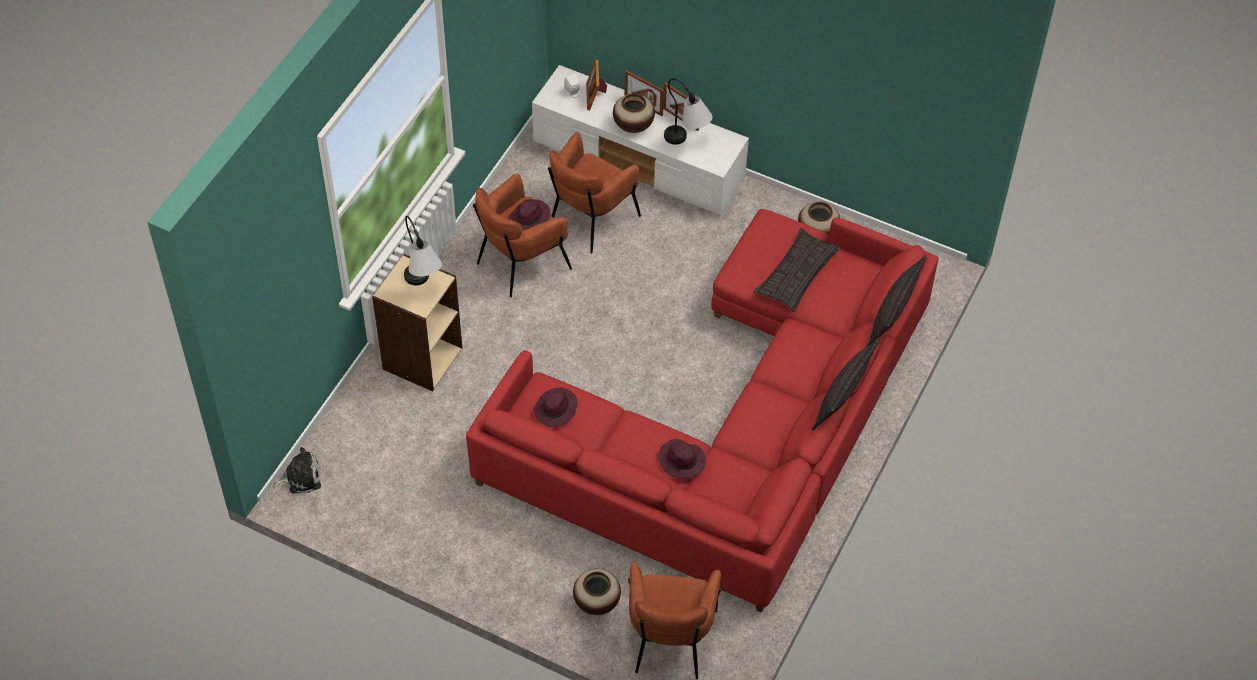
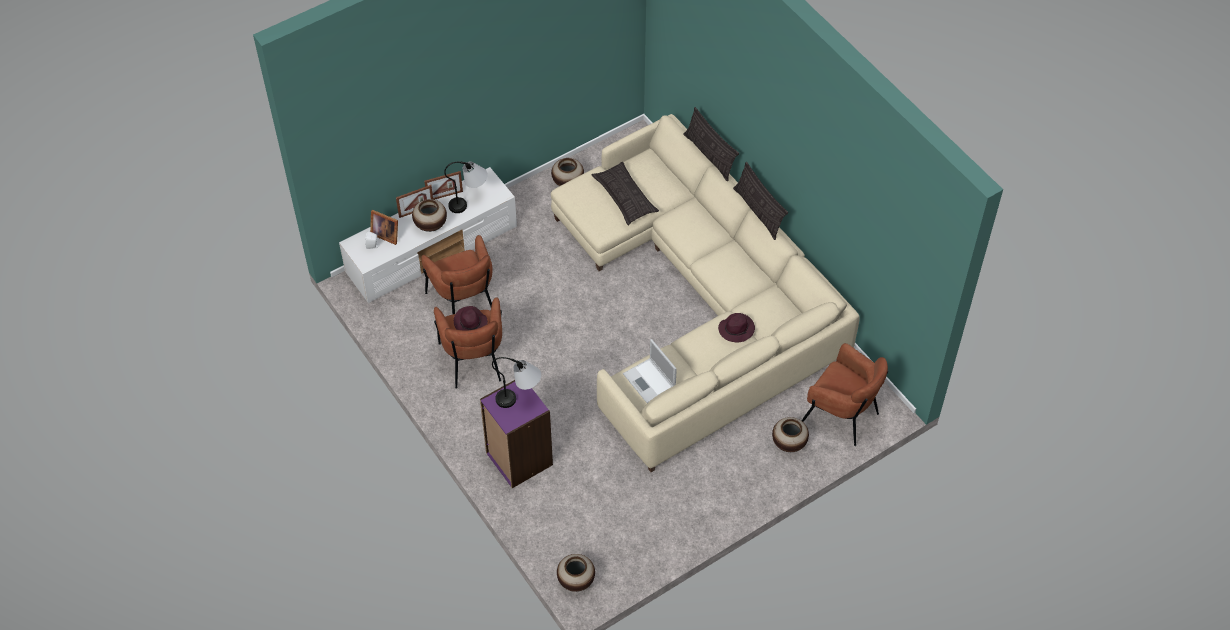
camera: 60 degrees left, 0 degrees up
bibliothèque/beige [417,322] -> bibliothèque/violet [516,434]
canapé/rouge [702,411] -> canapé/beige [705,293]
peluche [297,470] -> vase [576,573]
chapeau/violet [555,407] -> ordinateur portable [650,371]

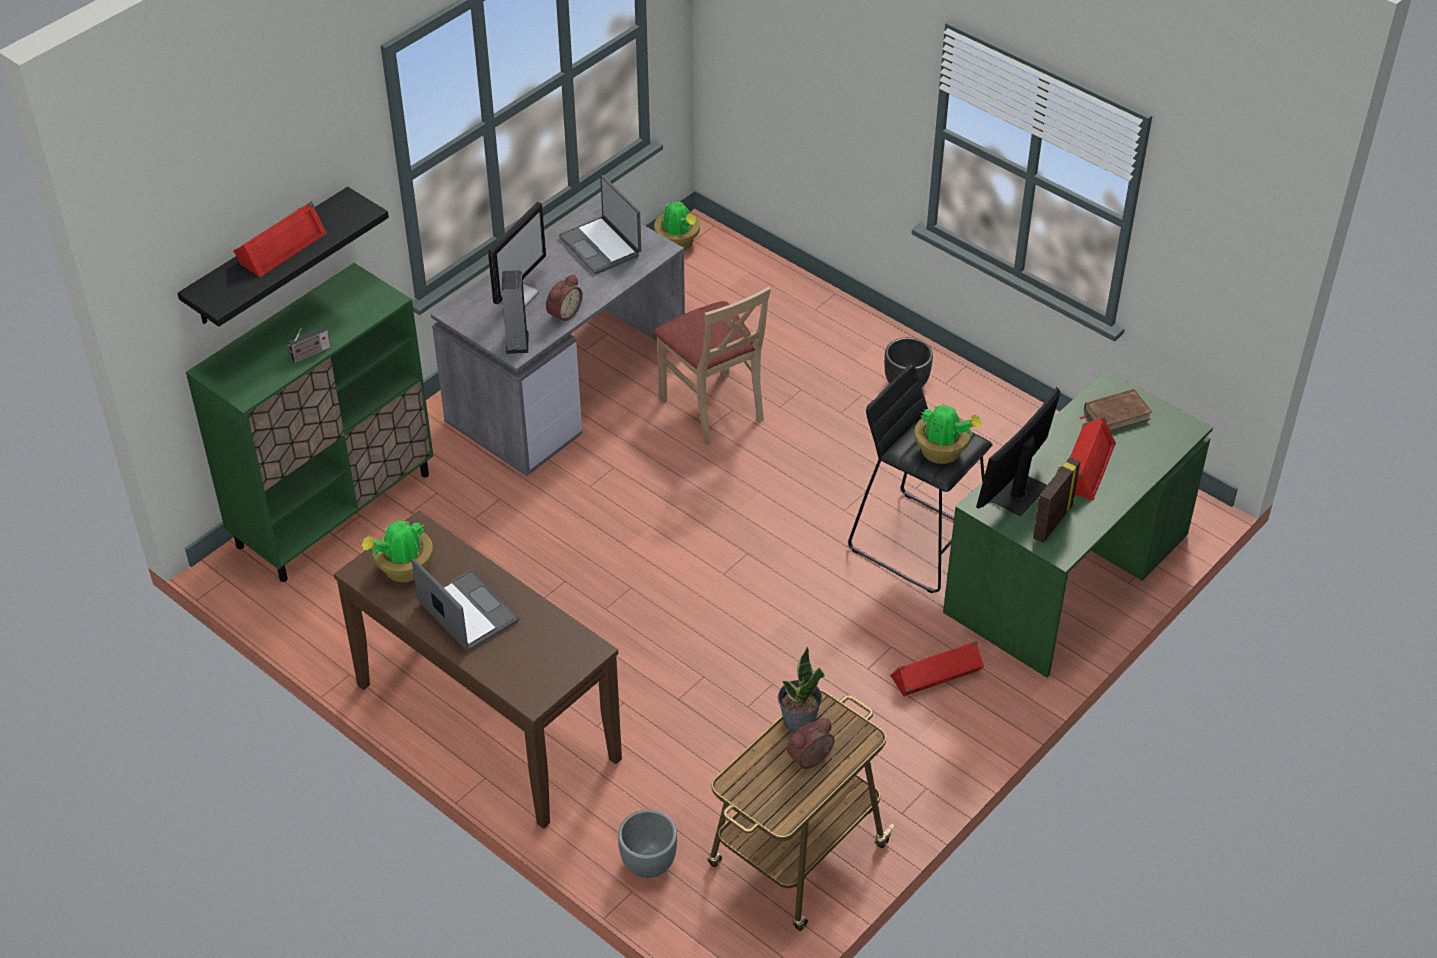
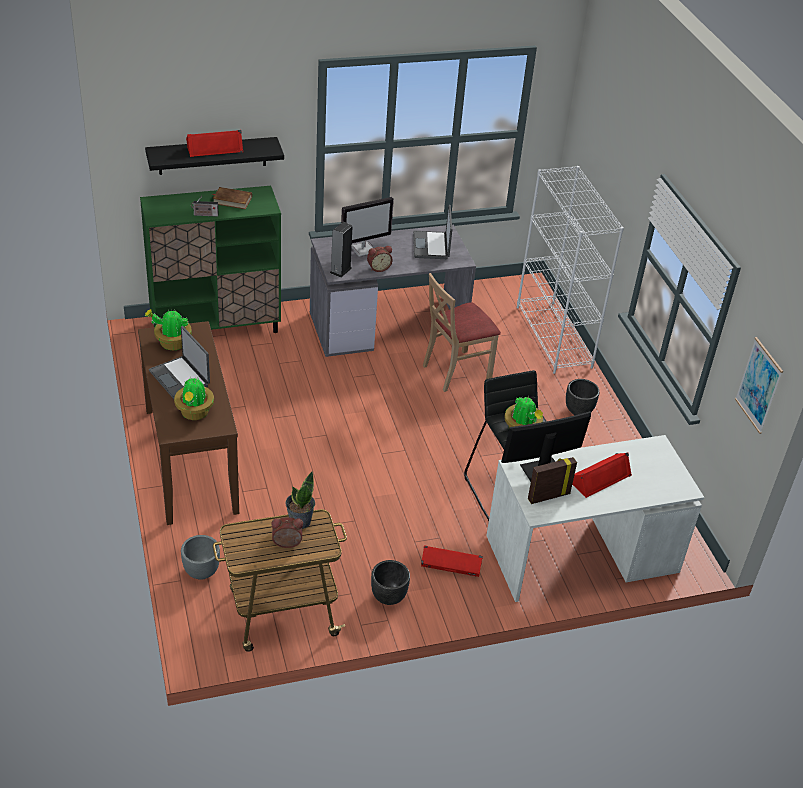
camera: 30 degrees right, 5 degrees down
ordinateur portable [465,604] -> ordinateur portable [179,362], 150 degrees clockwise
plante en pot [677,225] -> plante en pot [194,398], move
livre/marron [1115,410] -> livre/marron [232,198], move
none -> cache-pot/noir [390,582]
chaise/beige [712,366] -> chaise/beige [462,332], 60 degrees clockwise
bureau/vert [1078,524] -> bureau/blanc [595,518]
none -> bibliothèque/blanc [570,270]
none -> tableau [759,385]

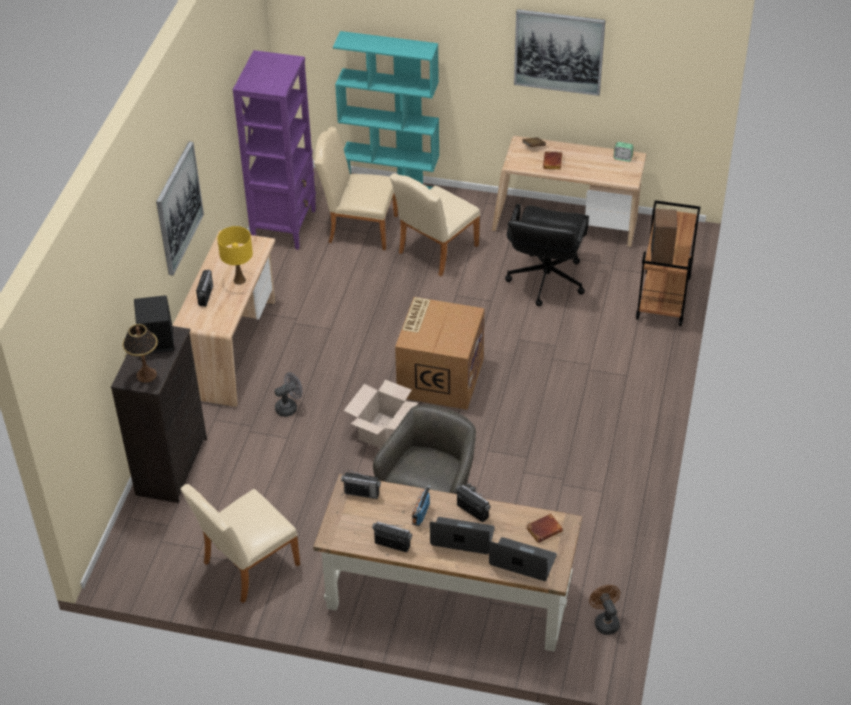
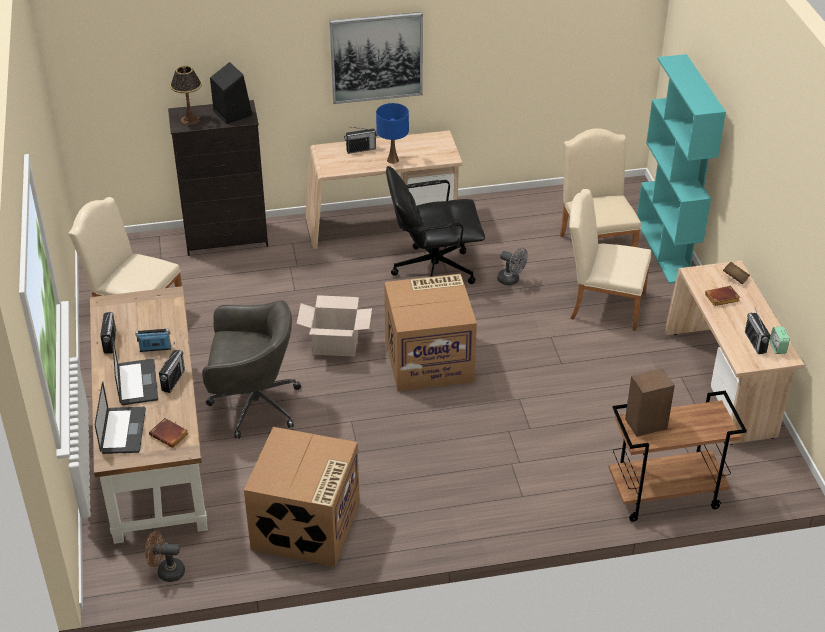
camera: 65 degrees right, 5 degrees down
ventilateur/marron [604,610] -> ventilateur/marron [165,556], 135 degrees counterclockwise
none -> carton [302,497]
lampe de table/jaune [235,255] -> lampe de table/bleu [392,133]
chaise de bureau/noir [547,255] -> chaise de bureau/noir [435,225], move
ventilateur/gris [288,394] -> ventilateur/gris [512,267], move
radio [361,484] -> radio [757,331], move
bibliothèque/violet [274,150] -> none
tableau [560,52] -> none

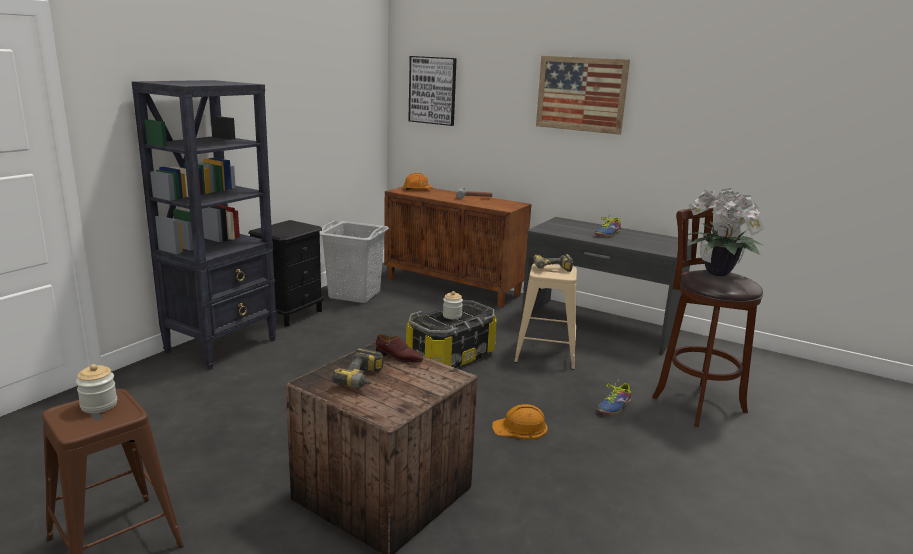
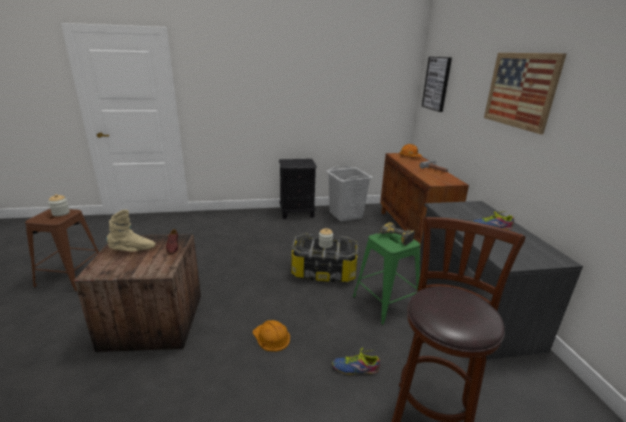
camera: 50 degrees right, 5 degrees up
perceuse [358,368] -> botte/beige [131,230]
tabouret/beige [545,316] -> tabouret/vert [386,279]
bibliothèque/noir [204,225] -> none
plante en pot [726,232] -> none

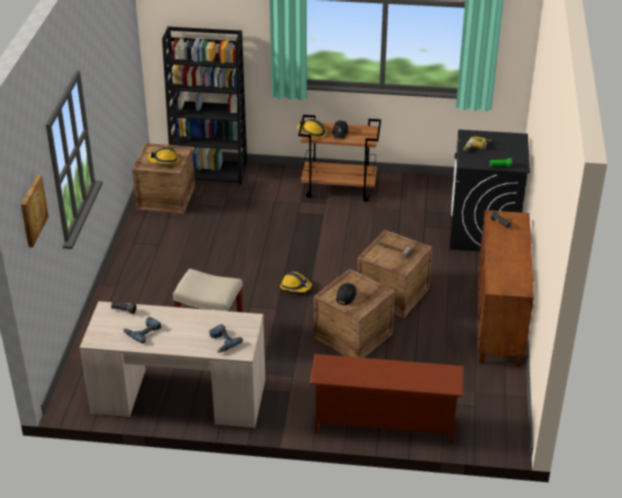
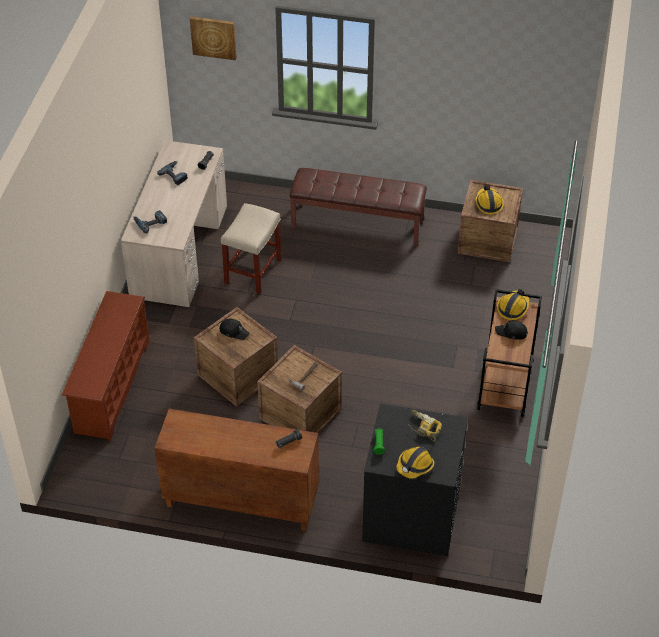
camera: 95 degrees right, 10 degrees up
none -> banc/marron [358,207]
casque de chantier [296,282] -> casque de chantier [416,462], move
bibliothèque/noir [204,105] -> none

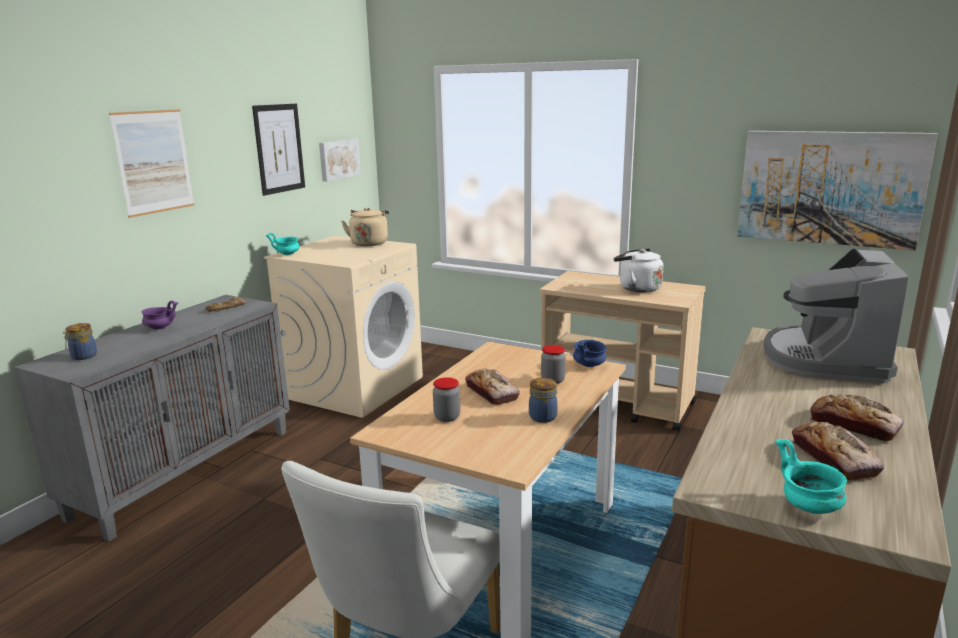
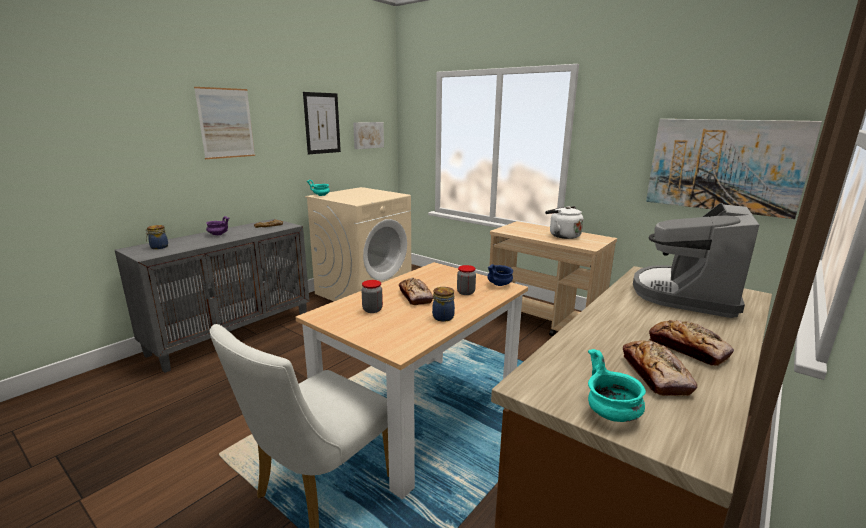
camera: 10 degrees right, 0 degrees up
bouilloire/beige [365,226] -> none

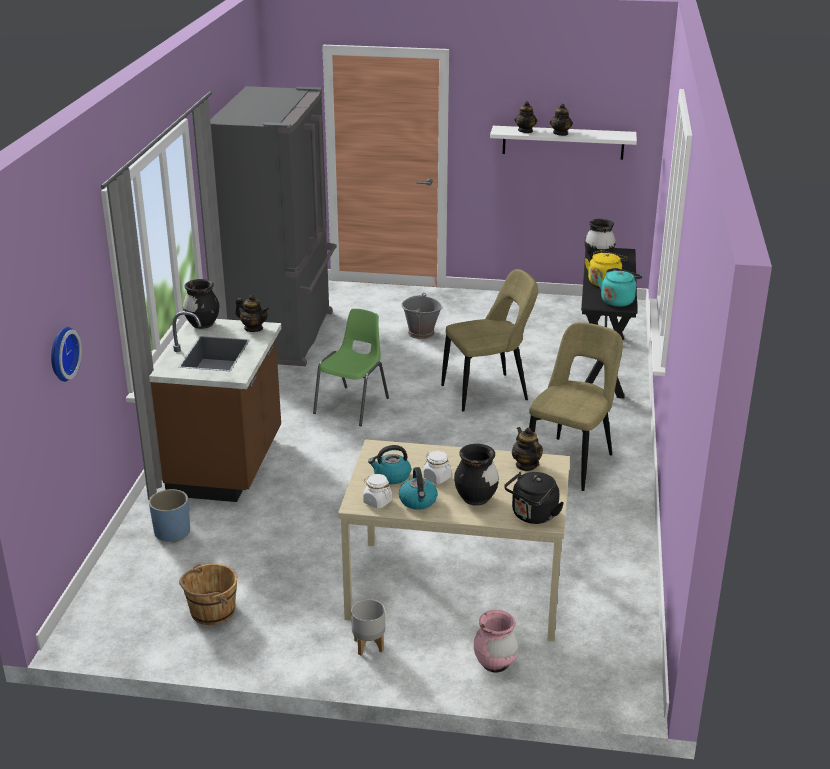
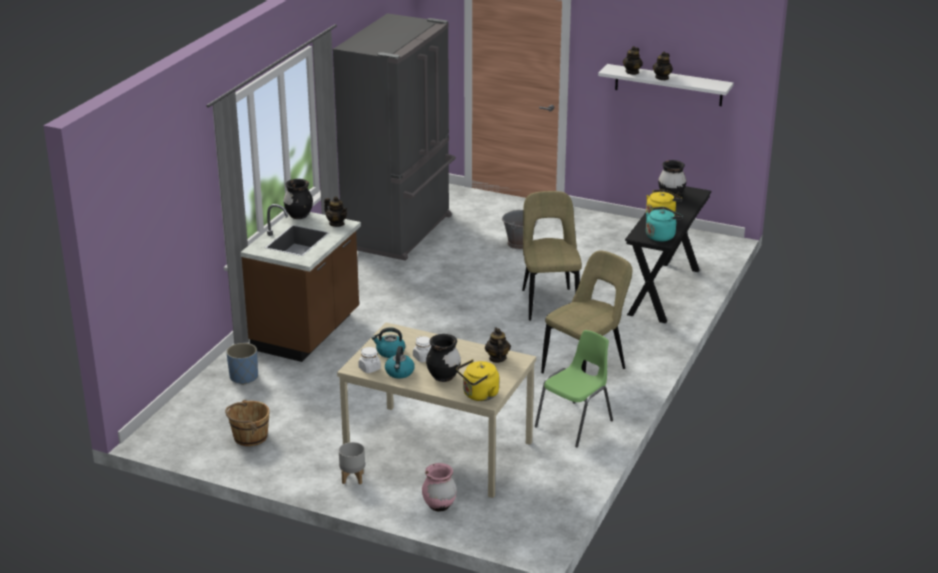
camera: 15 degrees right, 0 degrees up
bouilloire/noir [534,498] -> bouilloire/jaune [477,380]
chaise/beige [489,340] -> chaise/beige [552,256], 90 degrees counterclockwise
chaise/vert [351,367] -> chaise/vert [574,388], move
horloge murale [66,354] -> none

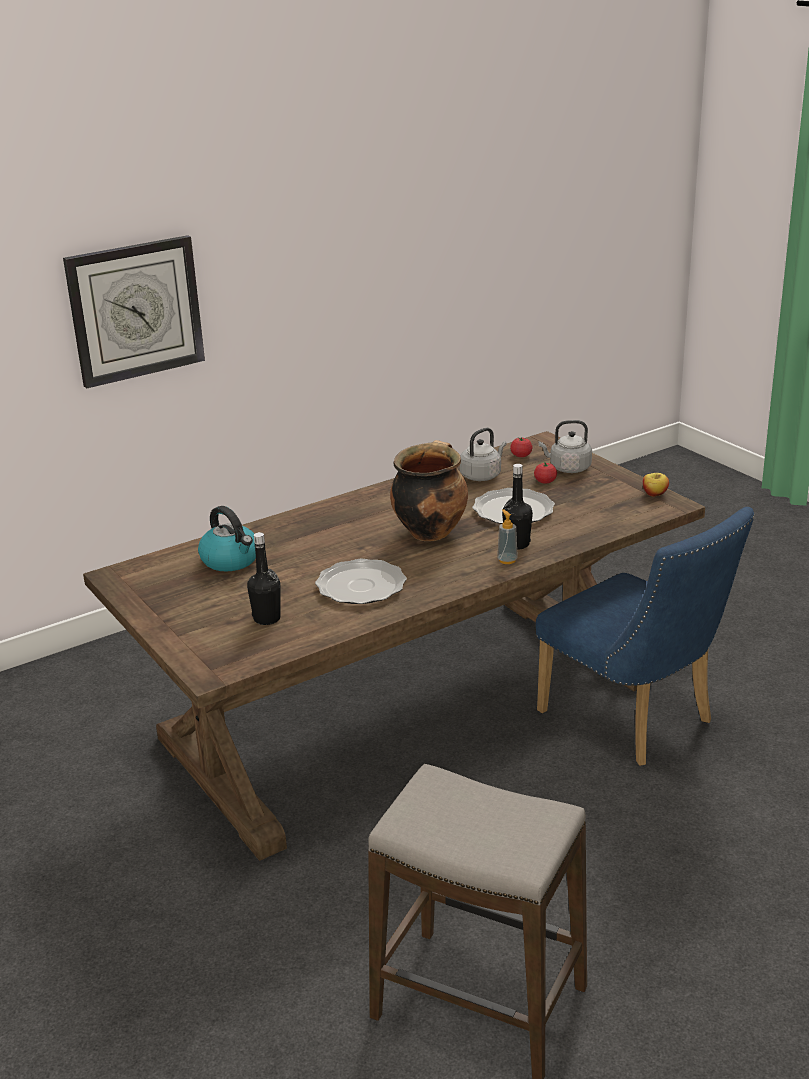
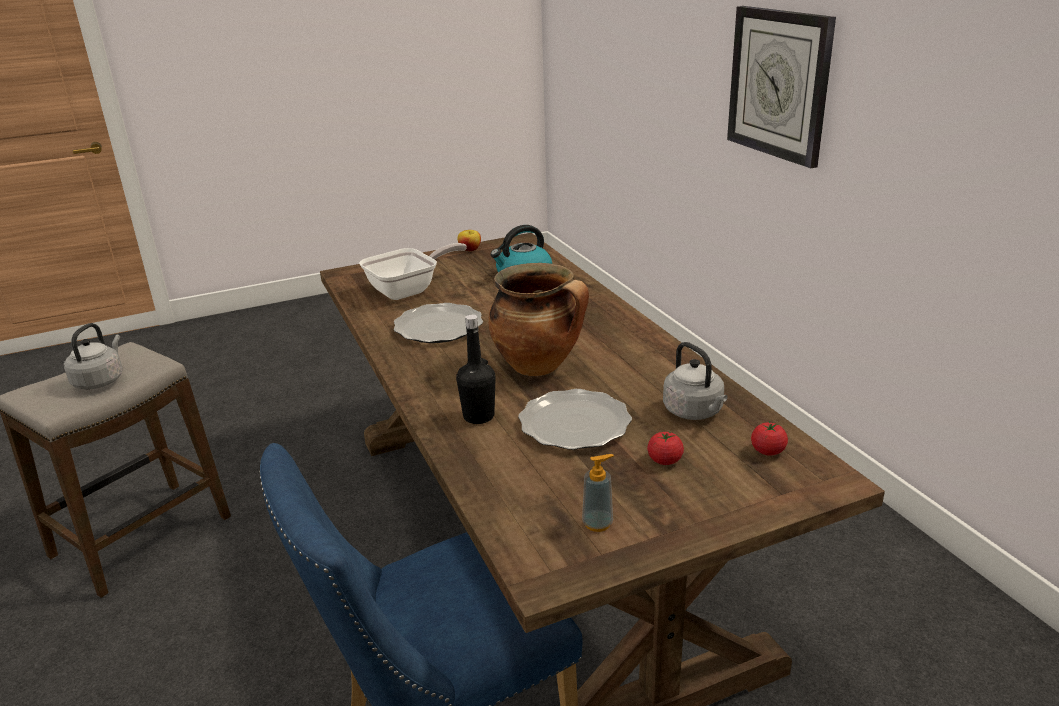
camera: 100 degrees right, 0 degrees up
bouilloire/gris [565,446] -> bouilloire/gris [93,356], move
bouteille/noir [264,578] -> poêle [413,271]
pomme [656,484] -> pomme [469,240], move
distributeur de savon [507,536] -> distributeur de savon [598,493], move

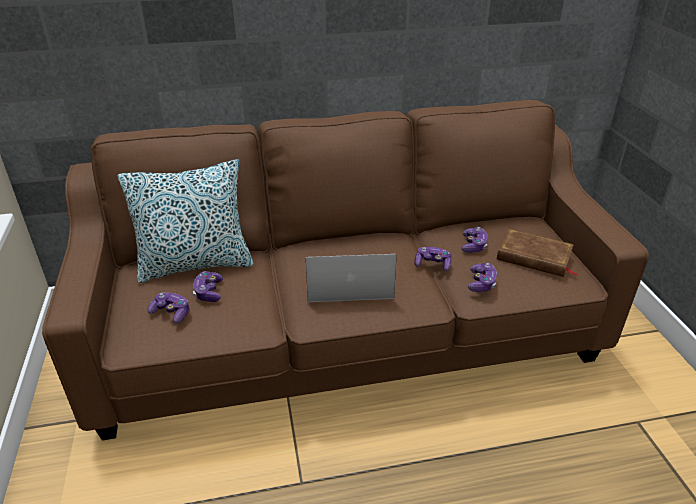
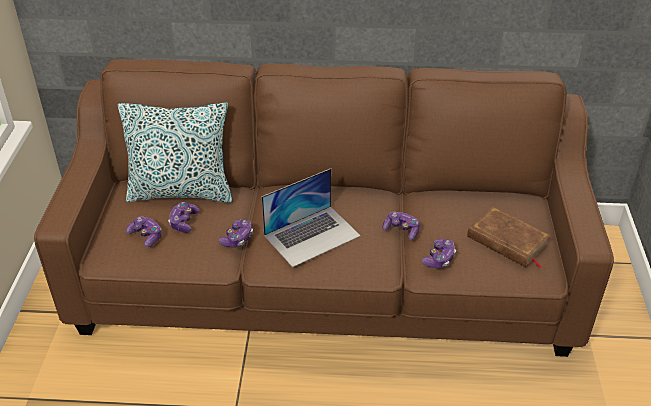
camera: 15 degrees right, 5 degrees up
manette [474,240] -> manette [236,233], move
ordinateur portable [351,278] -> ordinateur portable [311,217], 135 degrees clockwise

